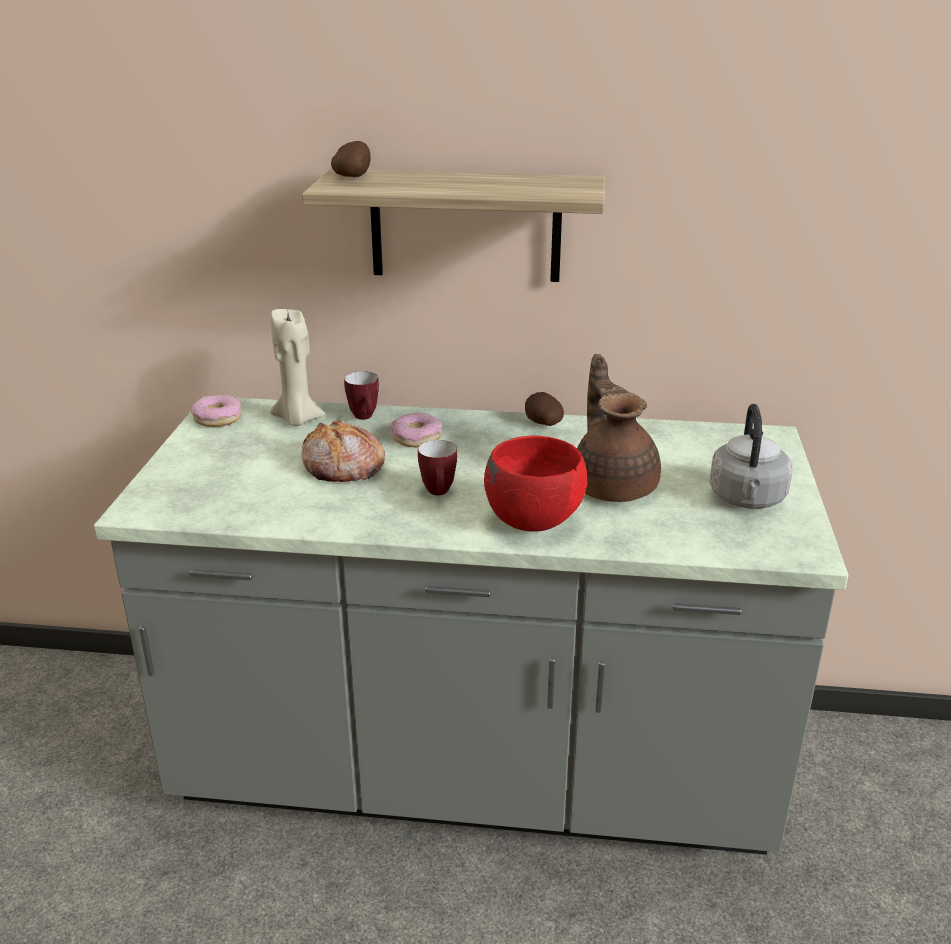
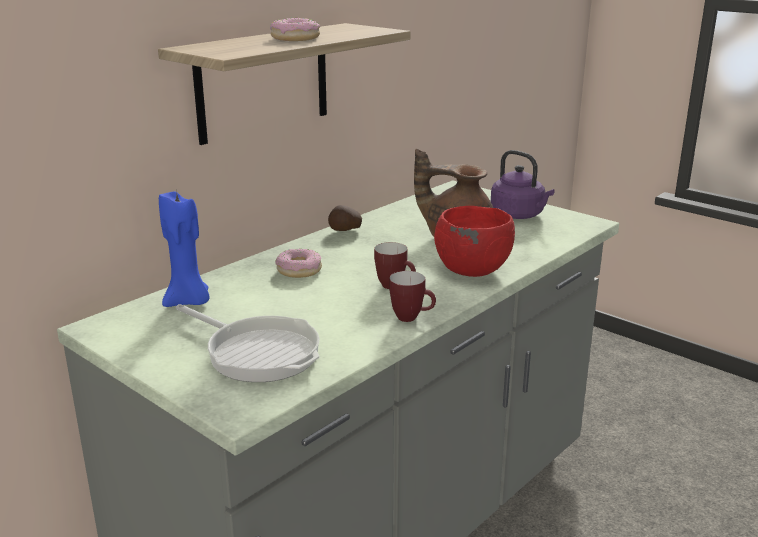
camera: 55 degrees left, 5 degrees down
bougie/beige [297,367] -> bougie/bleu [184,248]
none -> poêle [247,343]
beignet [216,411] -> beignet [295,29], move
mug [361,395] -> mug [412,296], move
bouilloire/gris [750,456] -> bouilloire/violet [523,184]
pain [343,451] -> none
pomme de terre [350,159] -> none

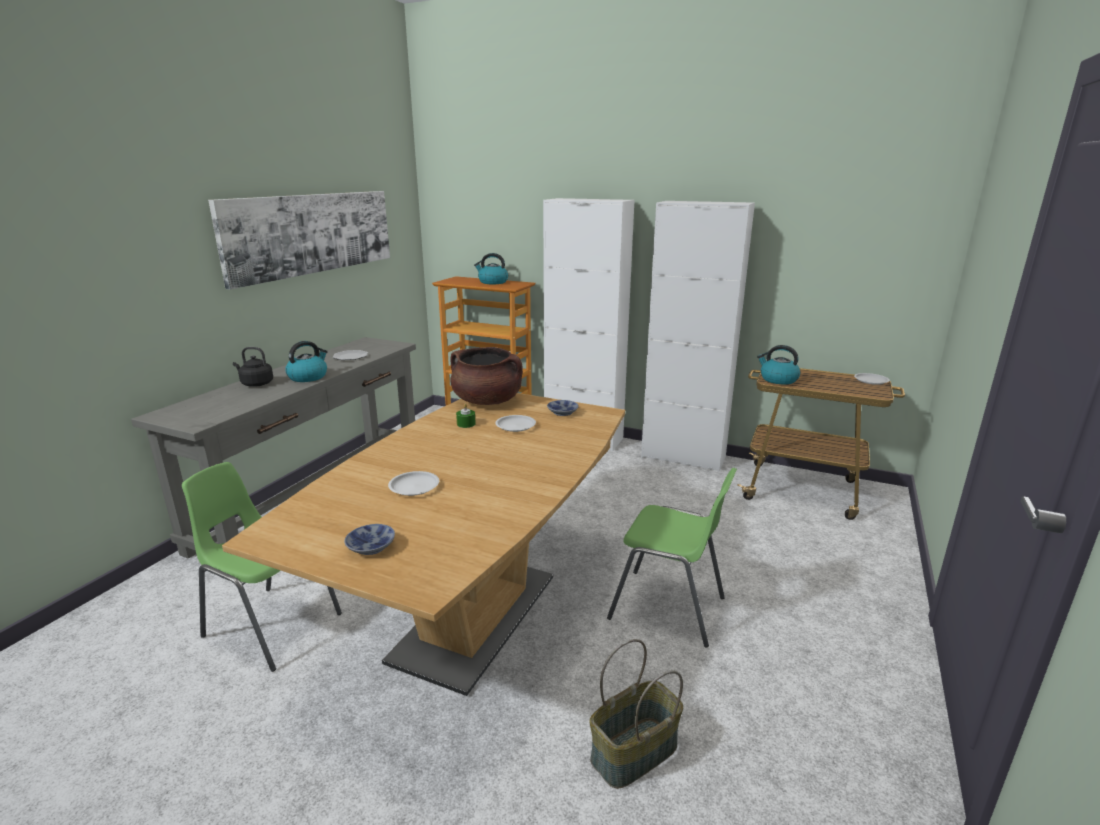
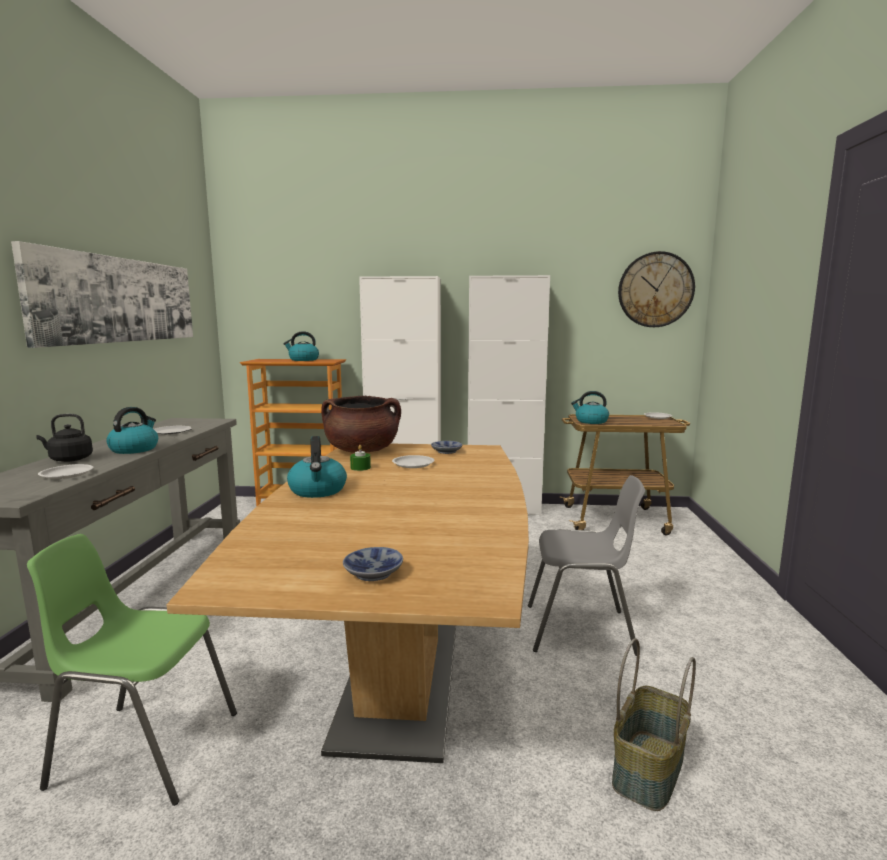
camera: 20 degrees left, 10 degrees down
assiette/blanc [413,483] -> assiette/blanc [65,471], move
none -> bouilloire [317,467]
chaise/vert [672,557] -> chaise/gris [586,565]
none -> horloge murale [656,289]

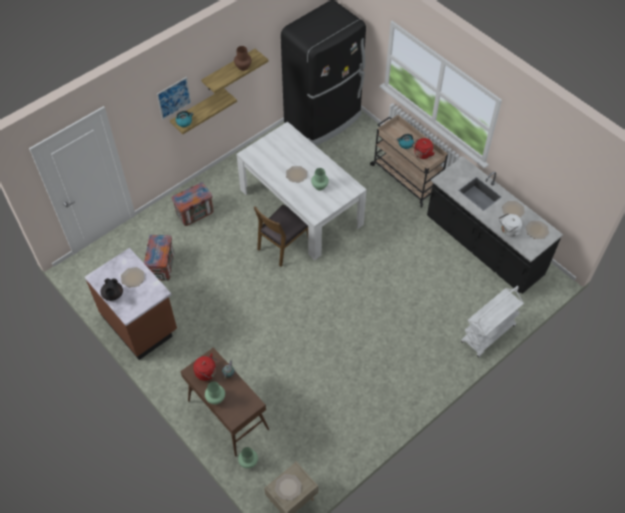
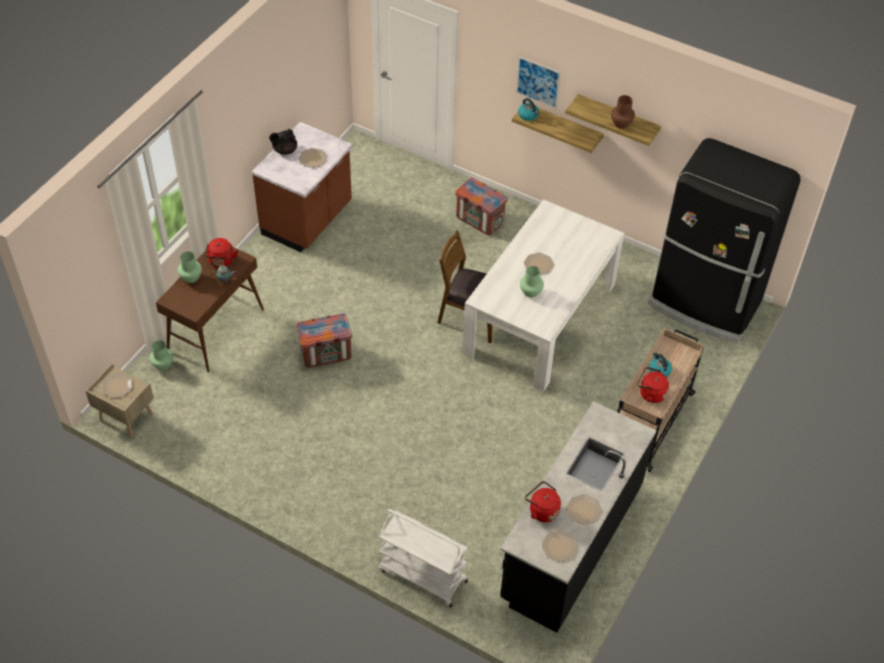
camera: 70 degrees right, 5 degrees down
caisse [159,258] -> caisse [324,340], move
bouilloire/blanc [510,225] -> bouilloire/rouge [543,501]

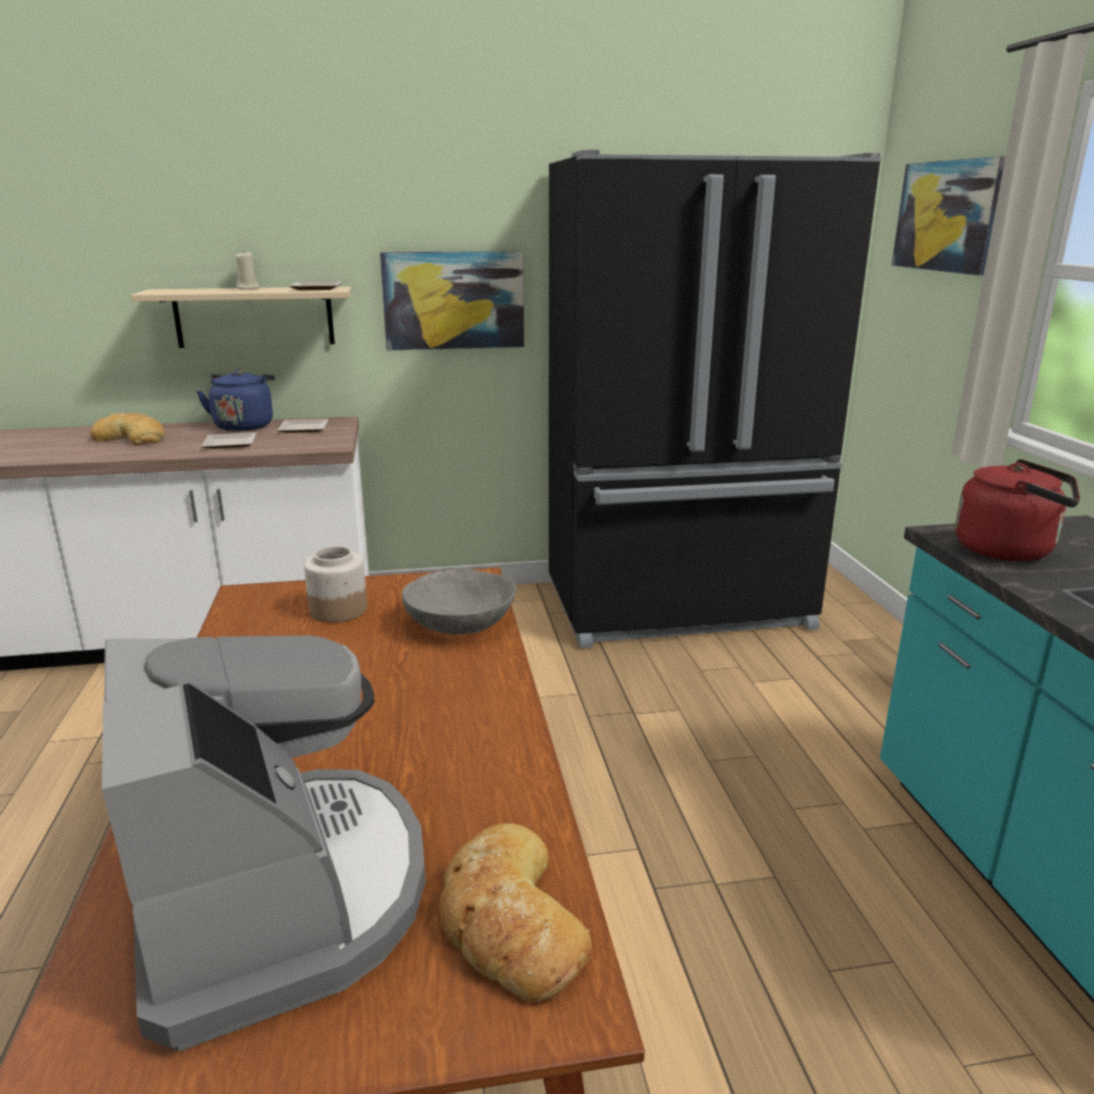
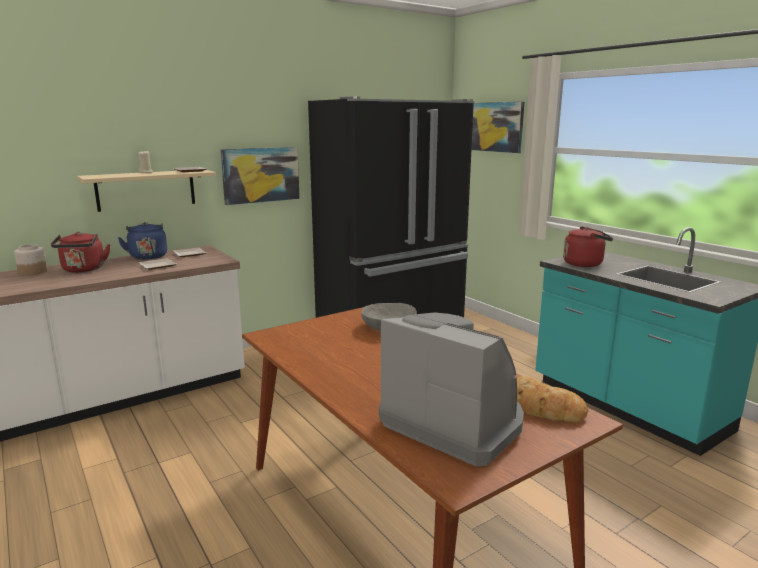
camera: 25 degrees left, 5 degrees down
bocal [335,584] -> bocal [30,260], move
pain [127,429] -> bouilloire/rouge [81,252]

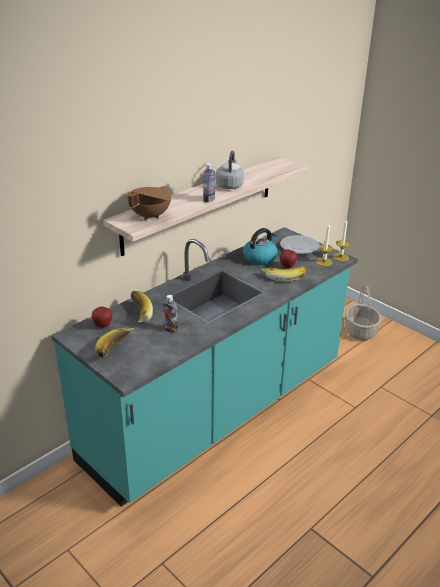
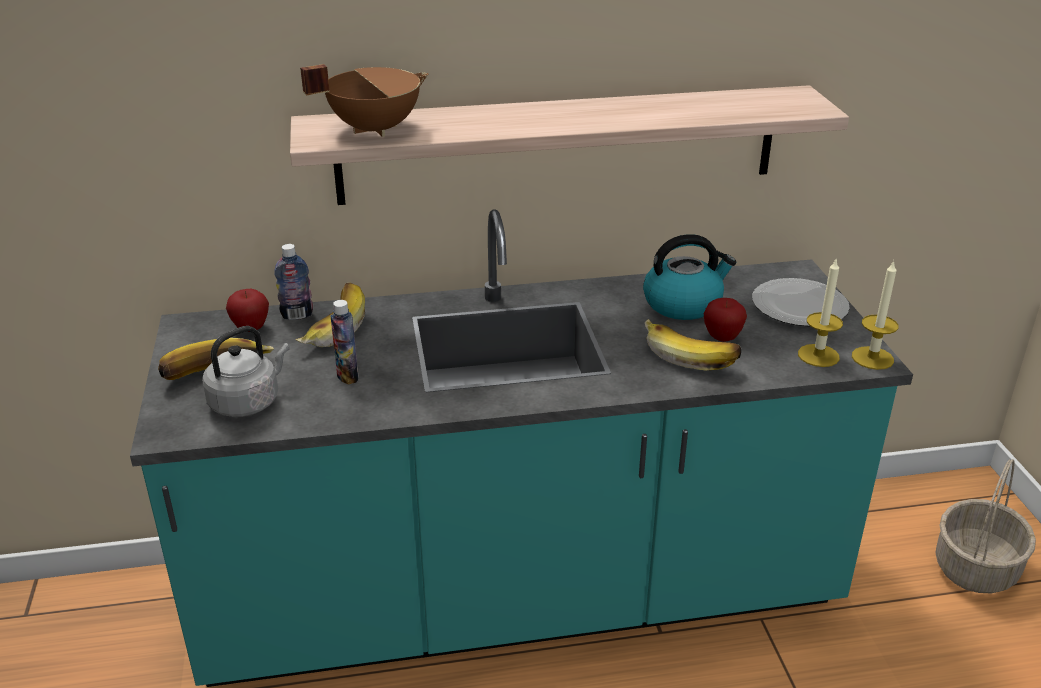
camera: 35 degrees right, 0 degrees up
bouilloire/gris [230,170] -> bouilloire/gris [246,371], move
bouteille [209,182] -> bouteille [293,282], move

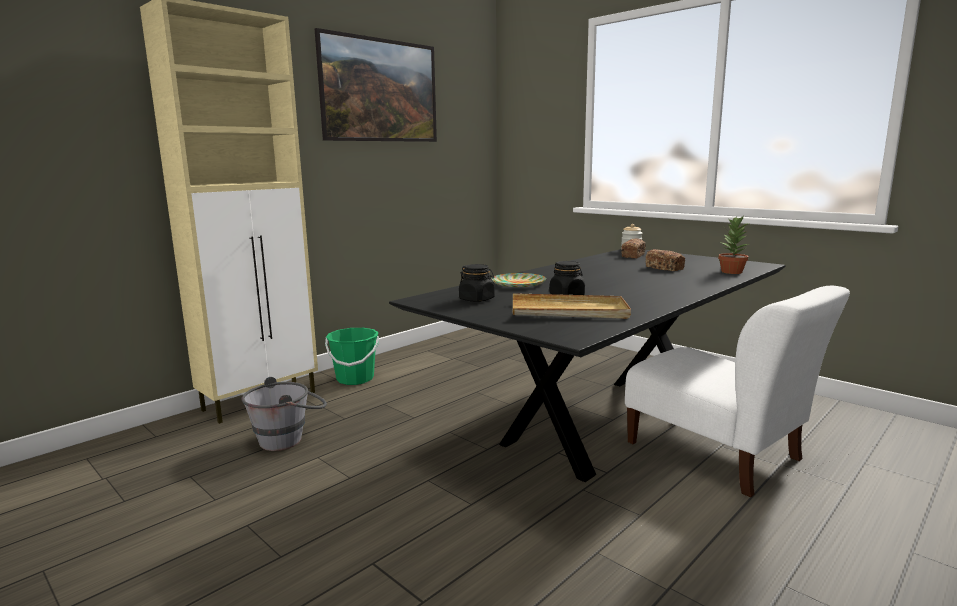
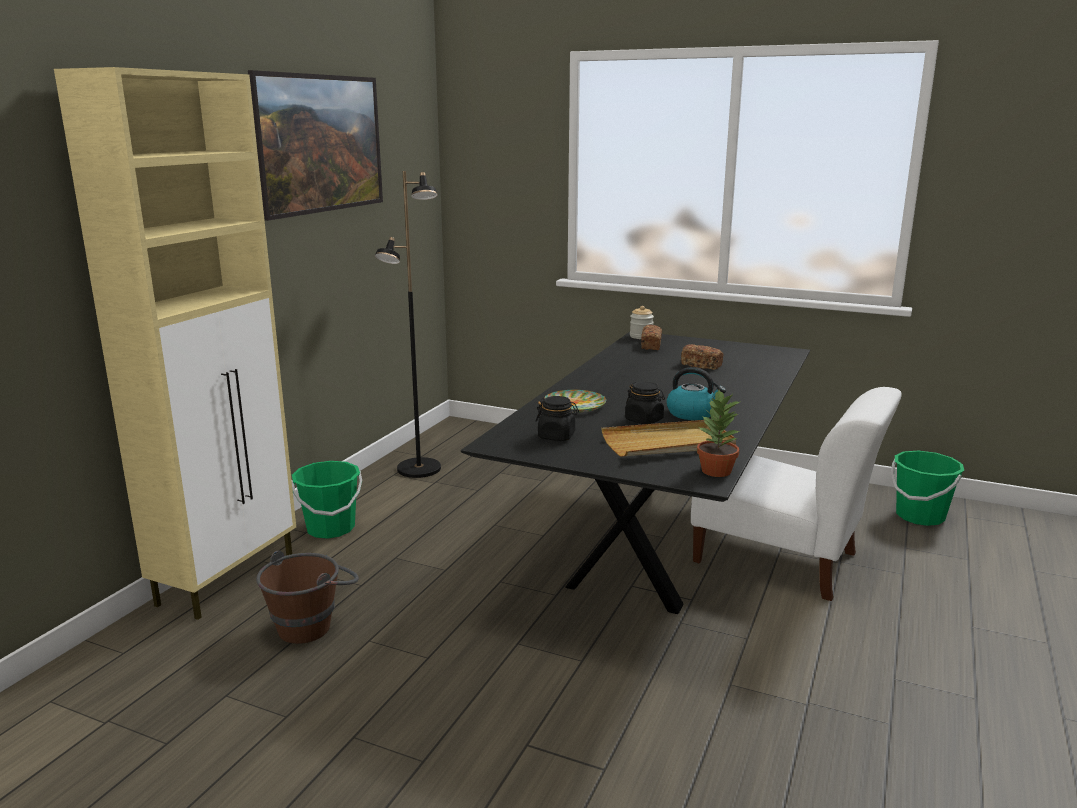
camera: 20 degrees left, 5 degrees up
seau/gris [284,414] -> seau/marron [307,597]
none -> lampadaire/noir [408,324]
none -> bouilloire [696,393]
plante en pot [734,245] -> plante en pot [719,433], move
none -> seau/vert [927,488]

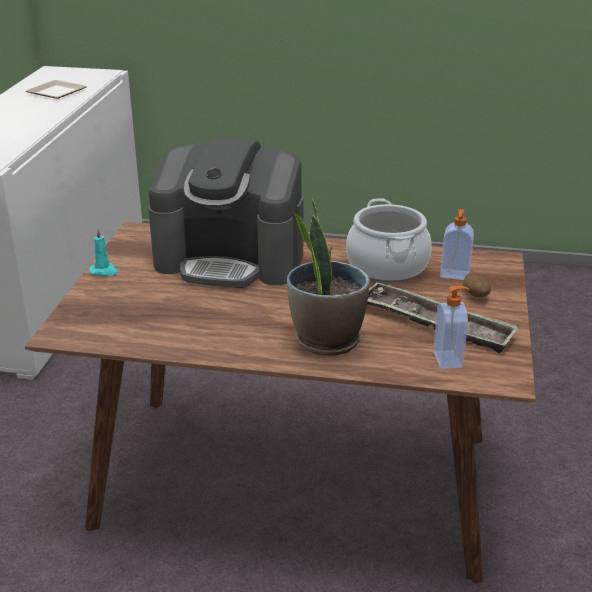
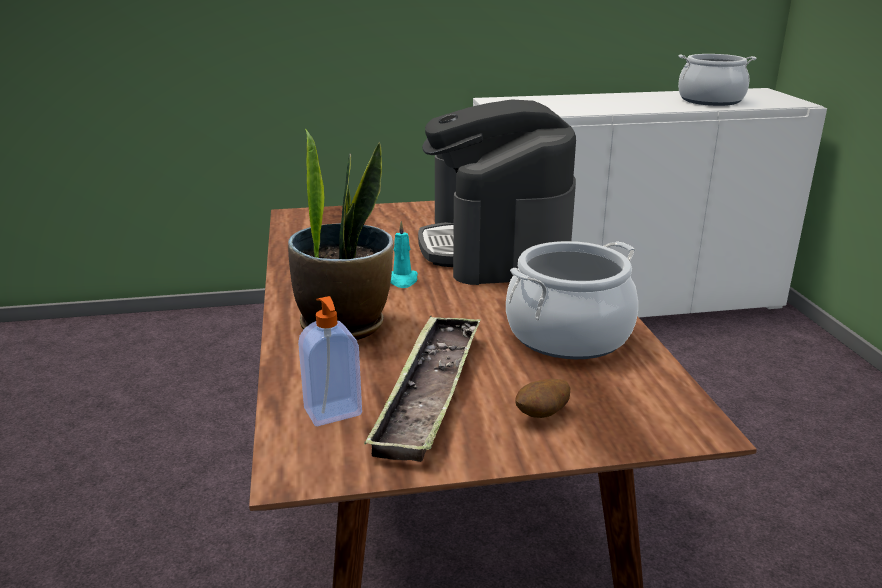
camera: 70 degrees right, 5 degrees down
bougie/turquoise [103,252] -> bougie/turquoise [404,254], move
assiette [56,89] -> marmite [717,80]
distributeur de savon [457,244] -> none

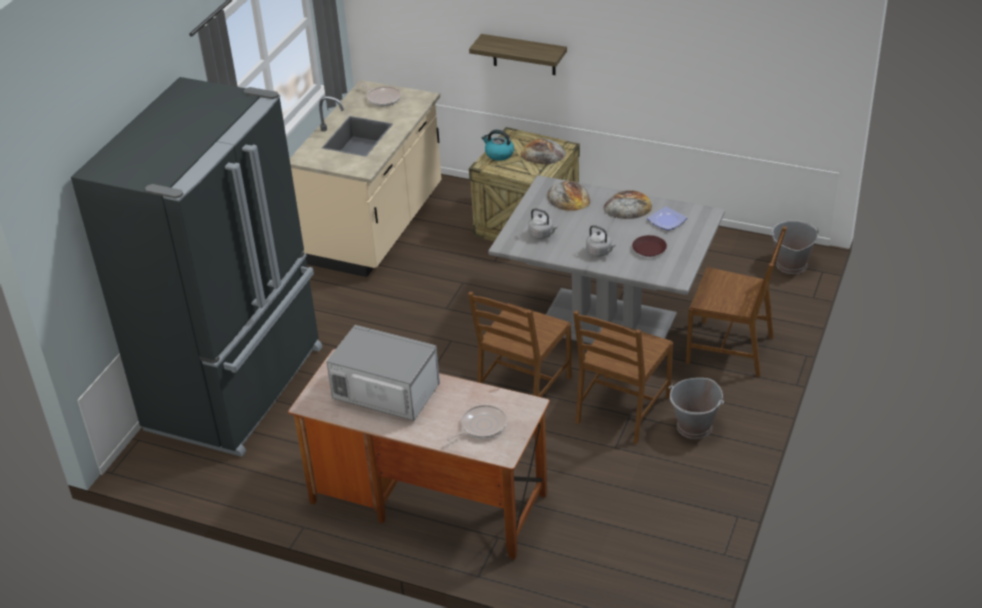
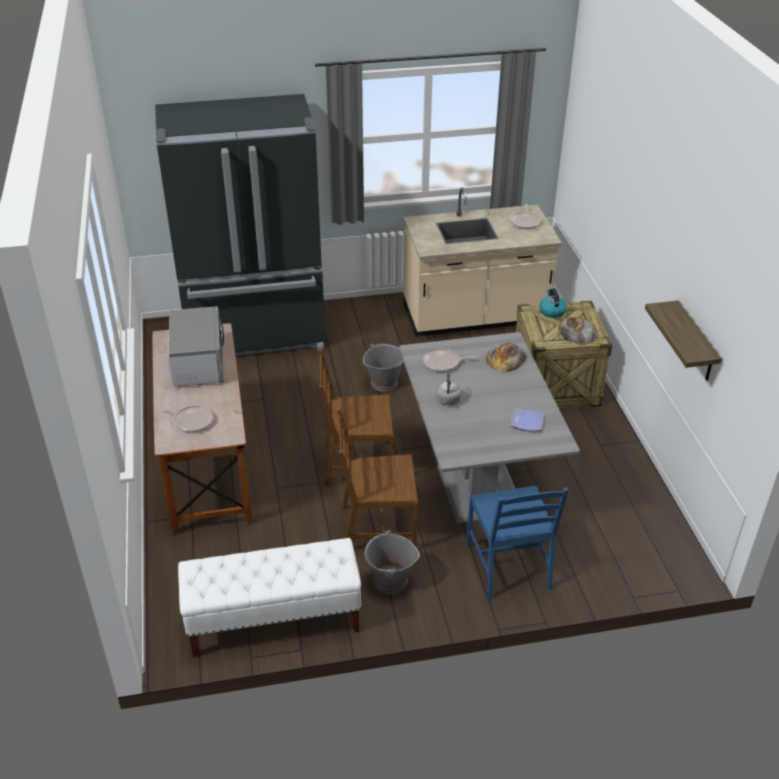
camera: 55 degrees right, 0 degrees up
none -> banc/blanc [270,597]
seau/gris [795,247] -> seau/gris [383,368], move
bouilloire/gris [543,223] -> poêle [450,360]
chaise/marron [736,301] -> chaise/bleu [517,543]
étagère [518,54] -> étagère [683,340], move
pain [628,204] -> none
assiette/marron [649,246] -> none

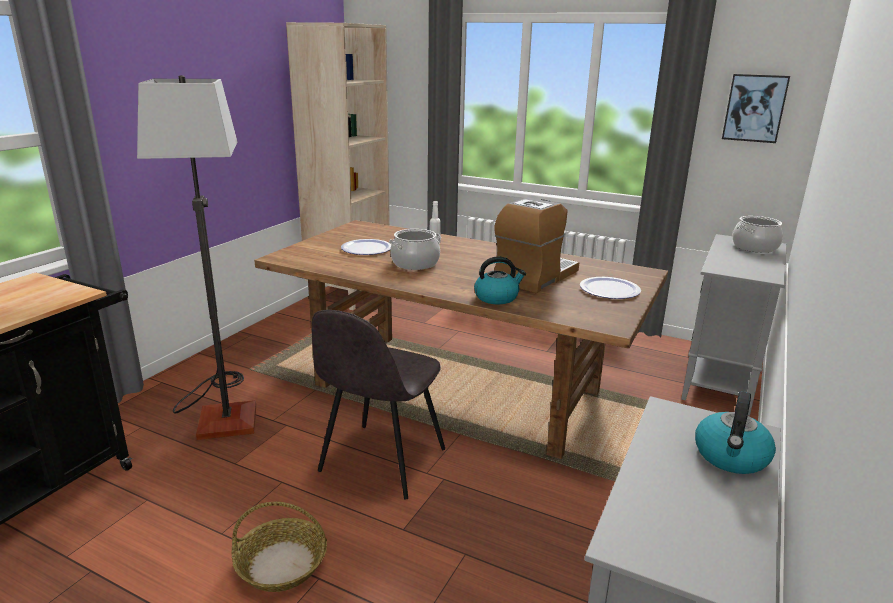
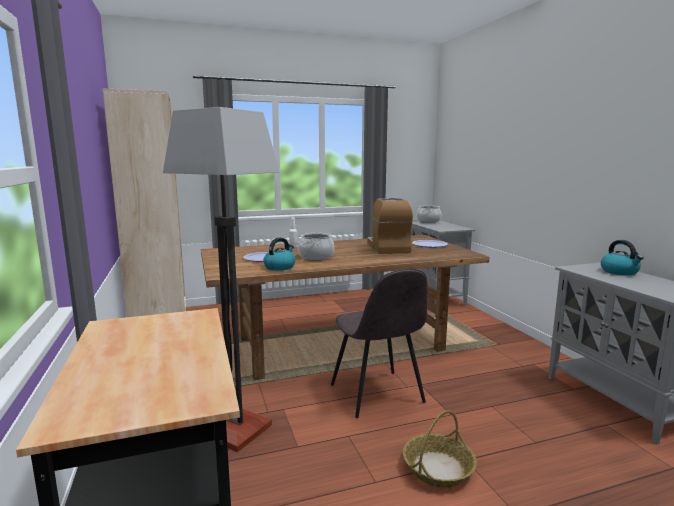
camera: 45 degrees left, 10 degrees down
bouilloire [500,280] -> bouilloire [279,254], move
tableau [756,108] -> none

